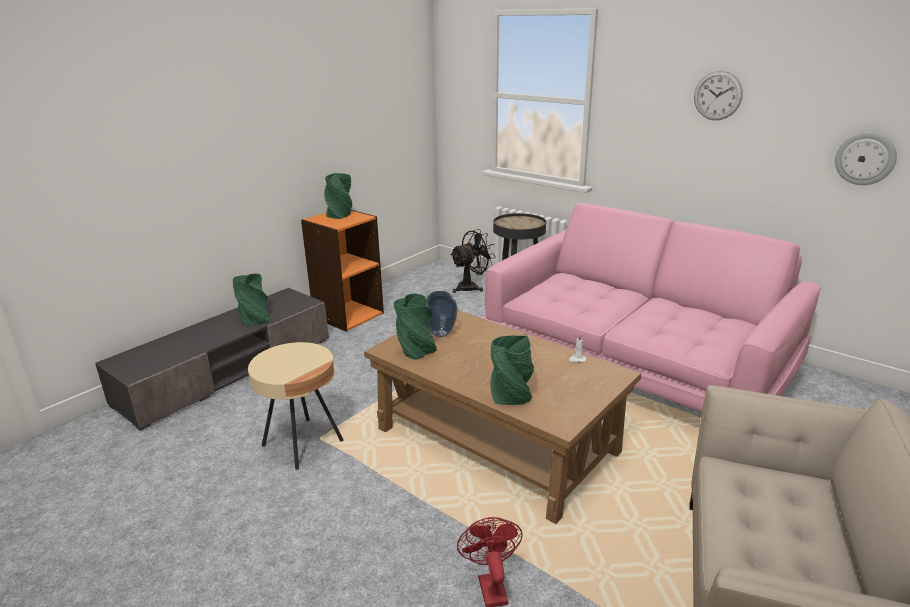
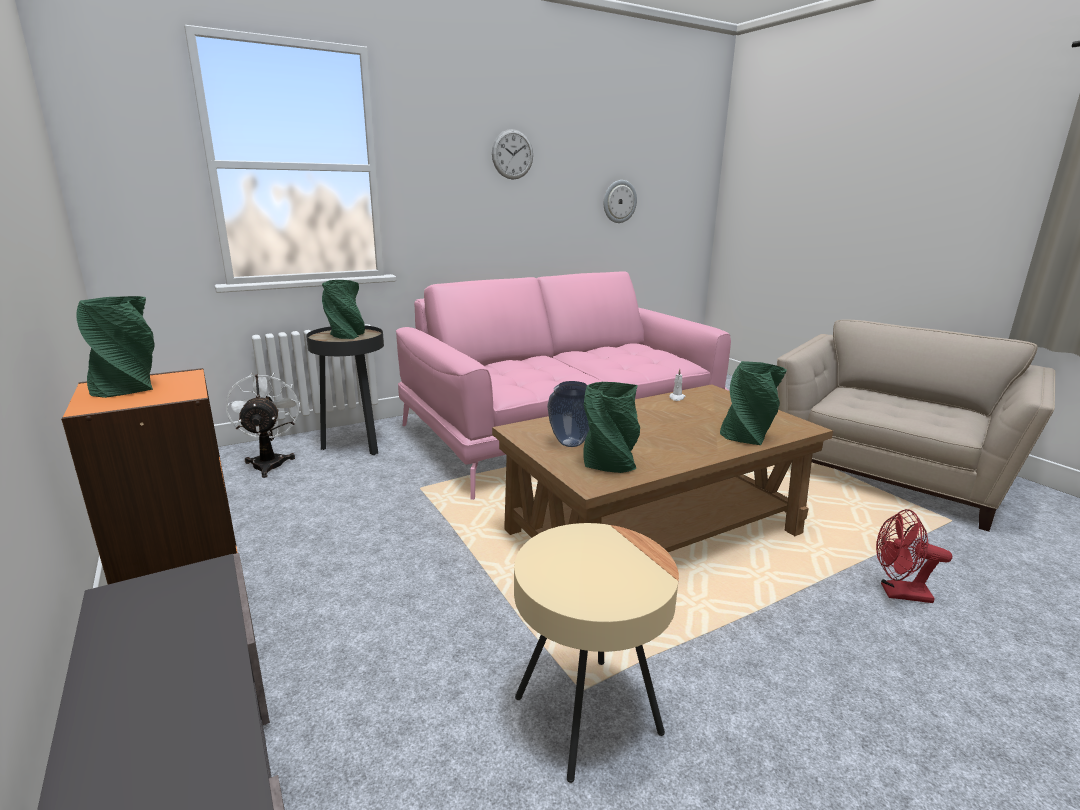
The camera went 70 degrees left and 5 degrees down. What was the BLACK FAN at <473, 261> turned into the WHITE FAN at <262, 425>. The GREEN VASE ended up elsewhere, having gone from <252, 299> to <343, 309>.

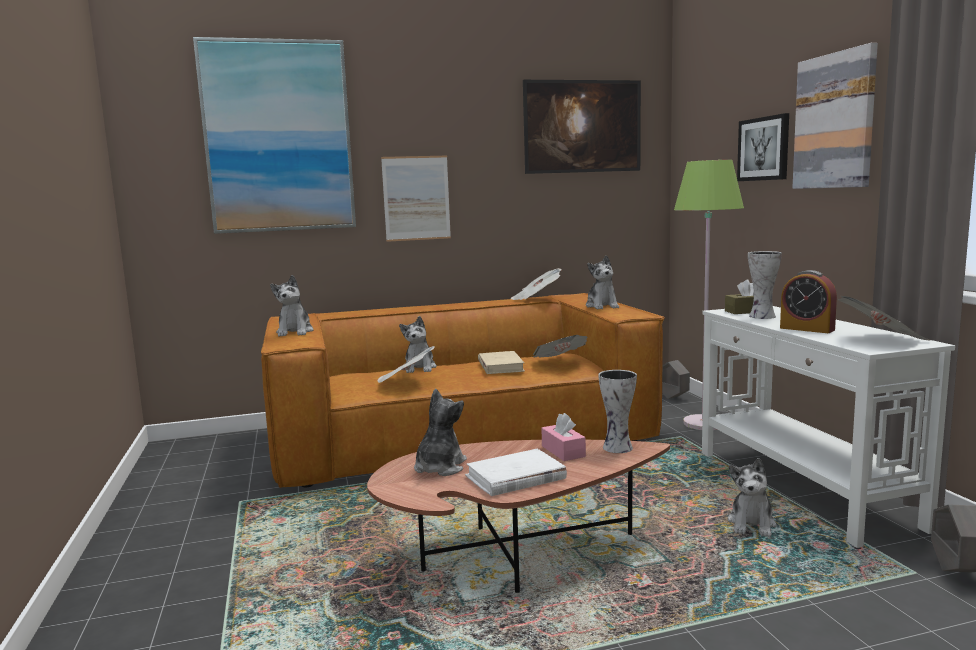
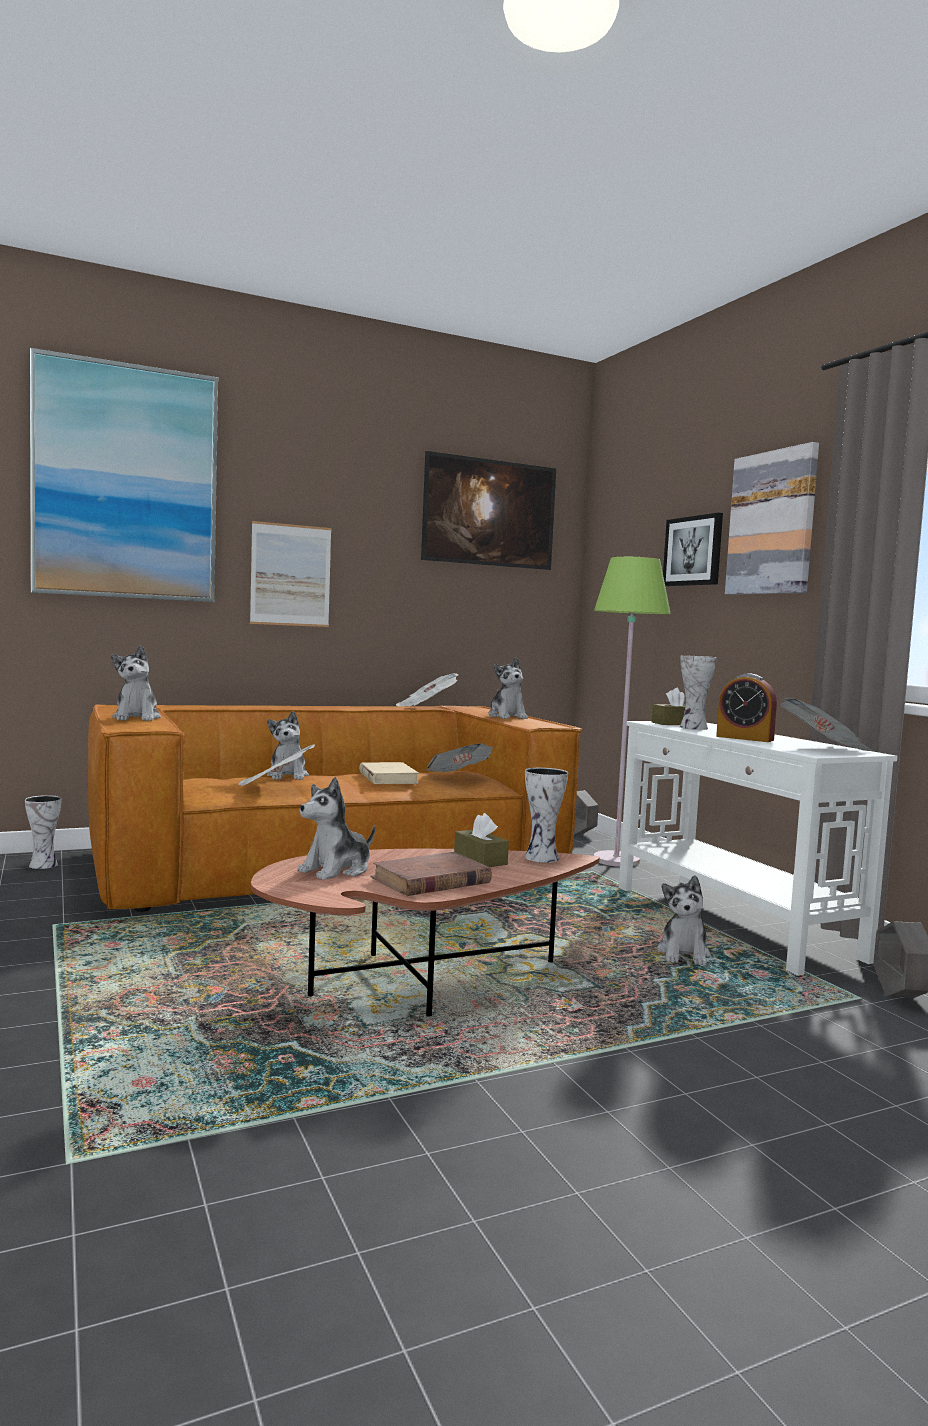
The camera went 10 degrees left and 5 degrees down. The second view gained the VASE at <43, 832>. The PLUSH TOY at <440, 432> ended up facing another way, 150 degrees counterclockwise from before. What was the WHITE BOOK at <516, 472> turned into the BROWN BOOK at <431, 874>. What was the PINK TISSUE BOX at <563, 437> turned into the BROWN TISSUE BOX at <481, 840>.

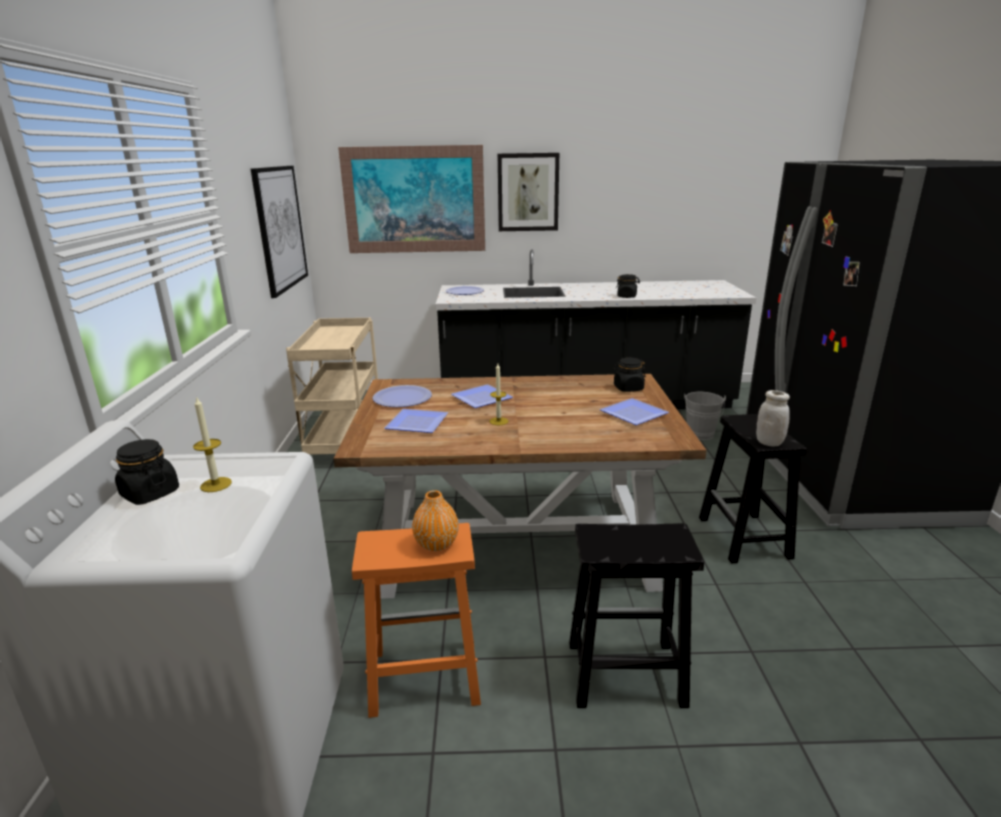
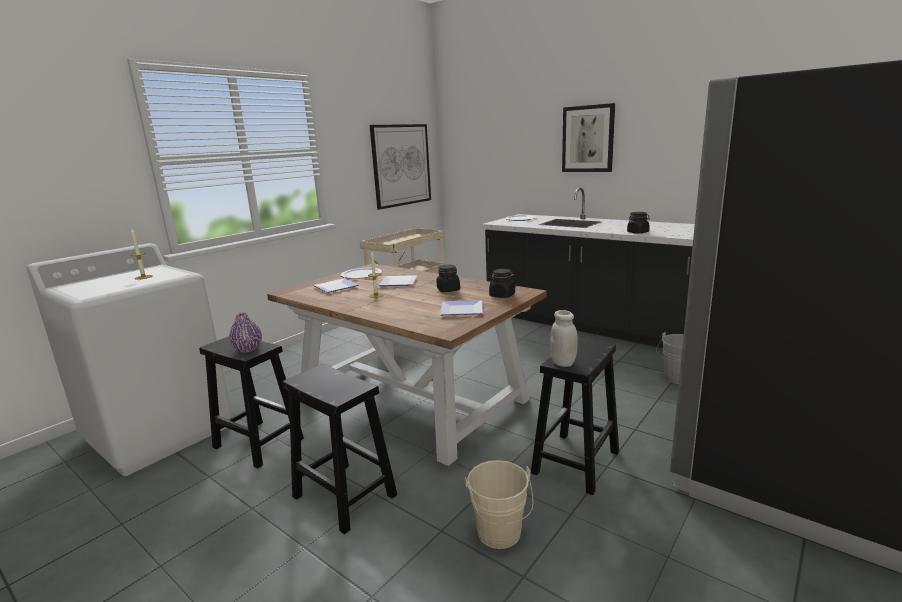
The camera went 40 degrees right and 5 degrees down. What was the ORANGE STOOL at <416, 620> turned into the BLACK STOOL at <251, 402>. What was the ORANGE VASE at <435, 520> turned into the PURPLE VASE at <245, 332>. The BLACK JAR ended up elsewhere, having gone from <147, 472> to <448, 278>. The second view gained the BEIGE BUCKET at <499, 504>. The second view lost the PICTURE at <411, 199>.

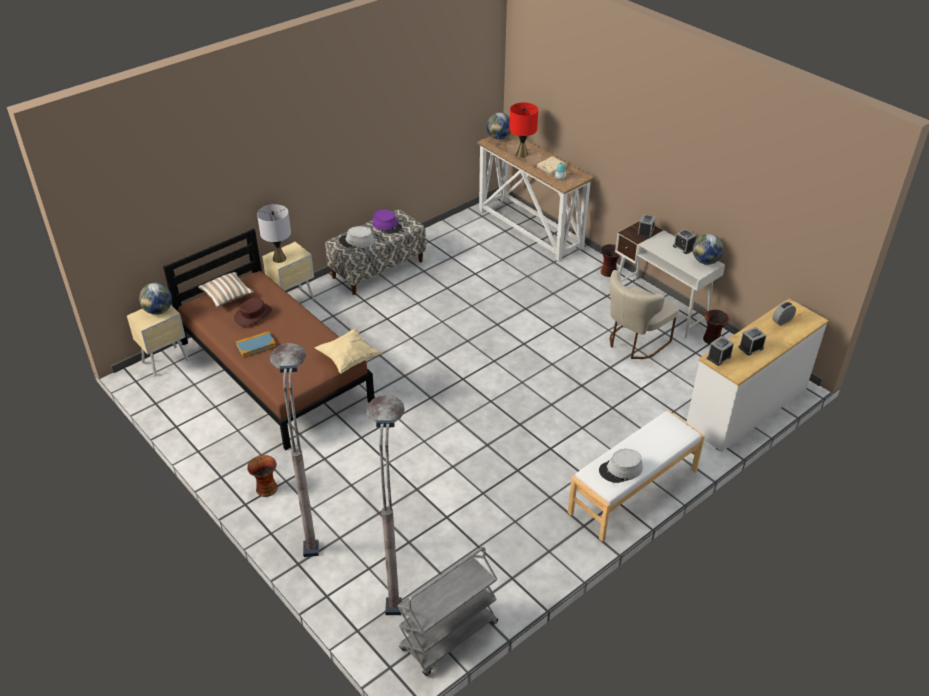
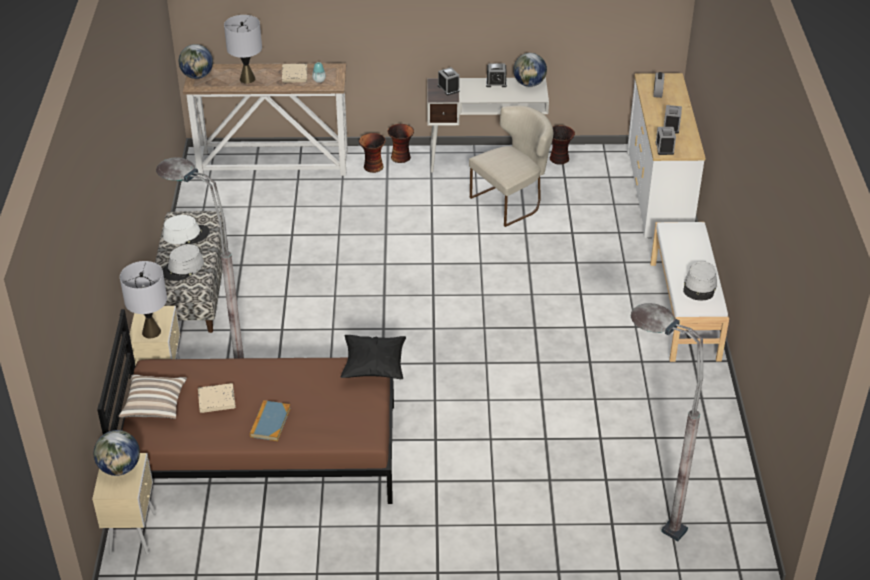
The camera went 50 degrees left and 0 degrees up. The GREY FLOOR LAMP ended up elsewhere, having gone from <294, 450> to <200, 257>. What was the PURPLE HAT at <387, 221> turned into the WHITE HAT at <186, 229>. Where the BROWN HAT stood at <253, 311>, the BEIGE BOOK came to stand at <217, 398>. What was the RED TABLE LAMP at <523, 130> turned into the GREY TABLE LAMP at <243, 49>. What was the BEIGE PILLOW at <348, 350> turned into the BLACK PILLOW at <373, 357>. The VASE ended up elsewhere, having gone from <262, 476> to <372, 153>. The BEIGE CHAIR at <644, 314> ended up facing another way, 120 degrees counterclockwise from before. The second view lost the GREY CART at <448, 611>.

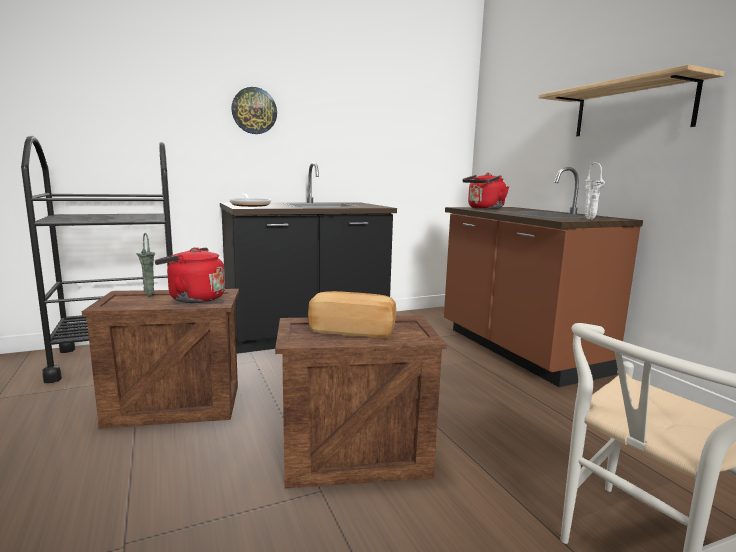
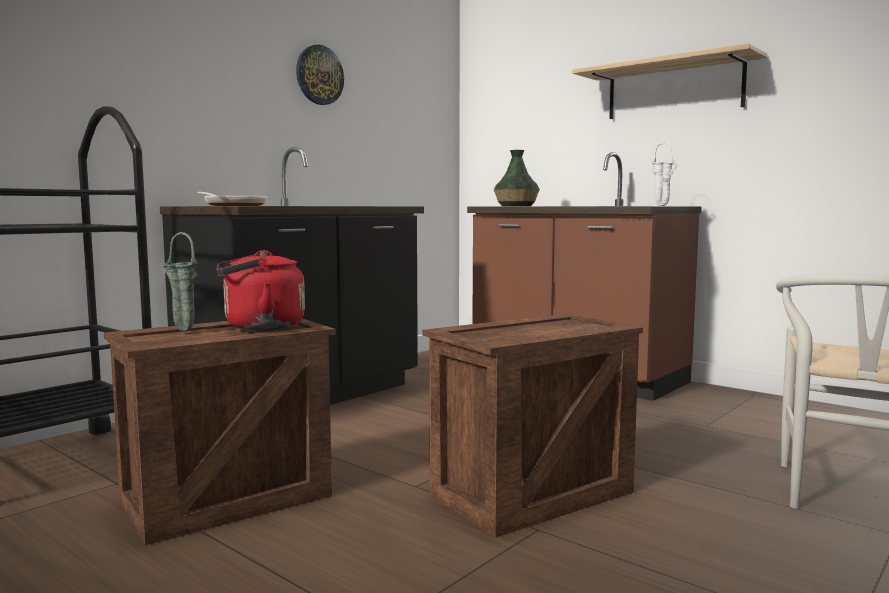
The camera went 25 degrees left and 5 degrees down. The WALL CLOCK ended up elsewhere, having gone from <254, 110> to <320, 75>. Where the RED KETTLE stood at <486, 191>, the VASE came to stand at <517, 178>. The second view lost the BREAD at <352, 314>.

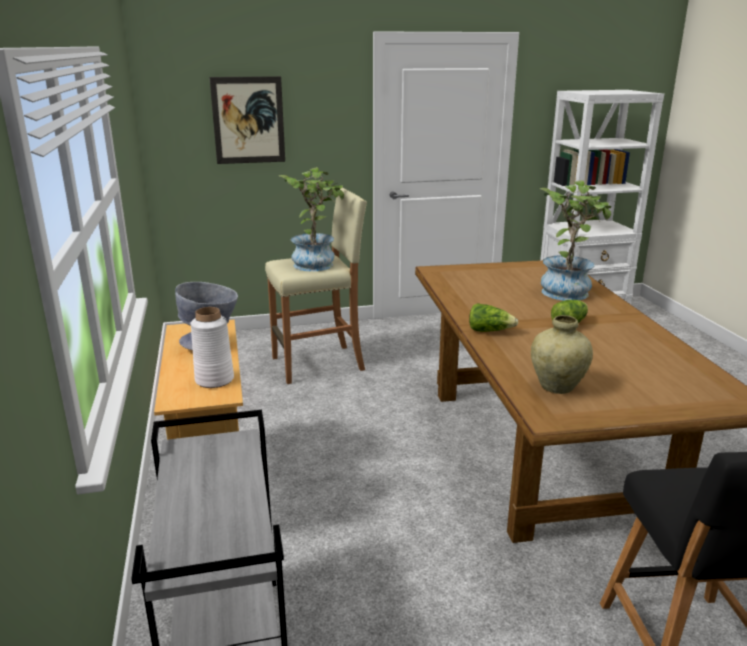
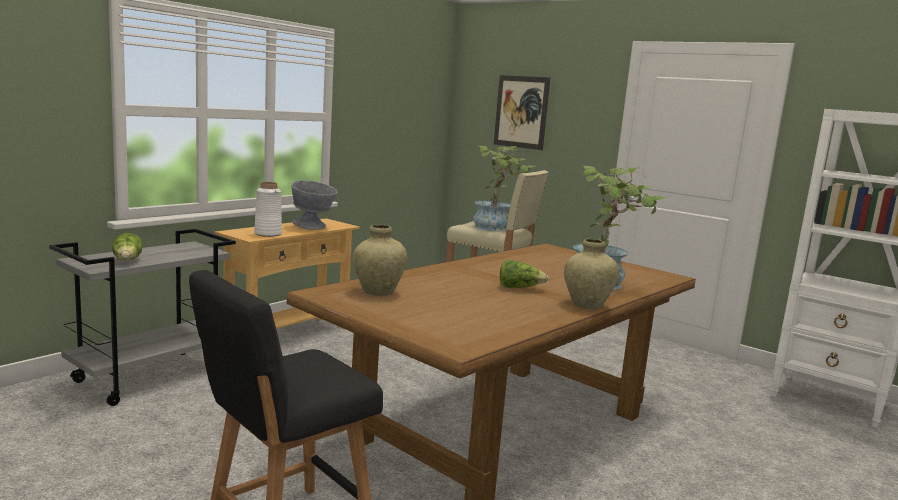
The camera went 50 degrees right and 10 degrees down. The LETTUCE ended up elsewhere, having gone from <494, 317> to <127, 246>. The second view gained the BEIGE VASE at <591, 274>.

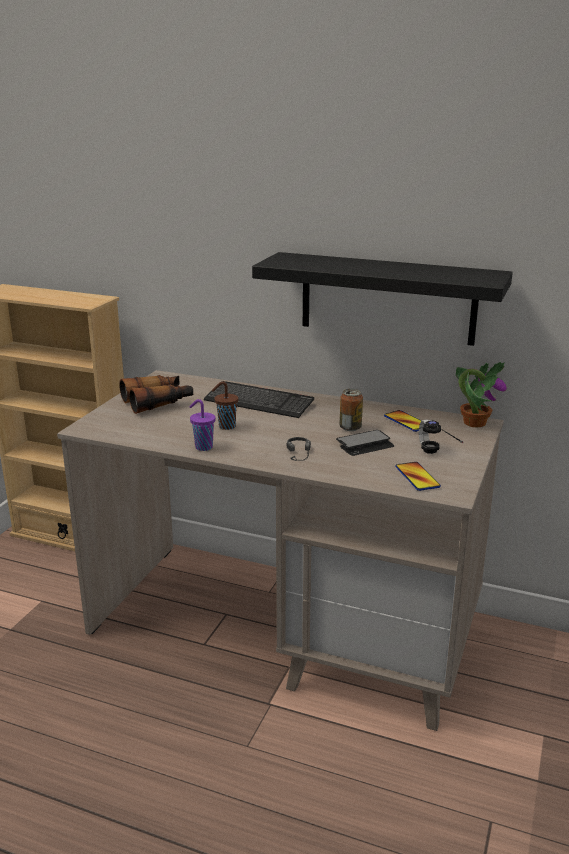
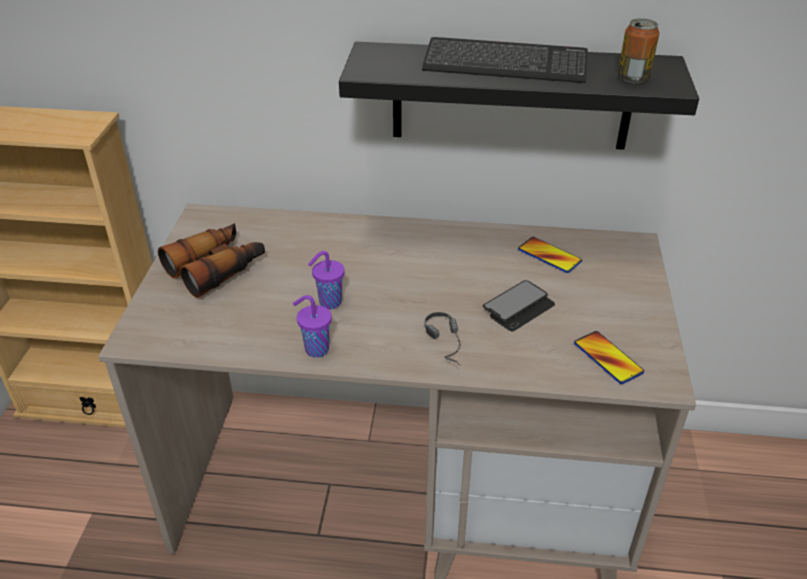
The camera went 15 degrees left and 15 degrees up. What was the BROWN CUP at <225, 405> turned into the PURPLE CUP at <326, 280>. The KEYBOARD ended up elsewhere, having gone from <259, 399> to <505, 60>. The CAN ended up elsewhere, having gone from <351, 410> to <638, 50>. The second view lost the HEADPHONES at <438, 437>. The second view lost the POTTED PLANT at <481, 394>.

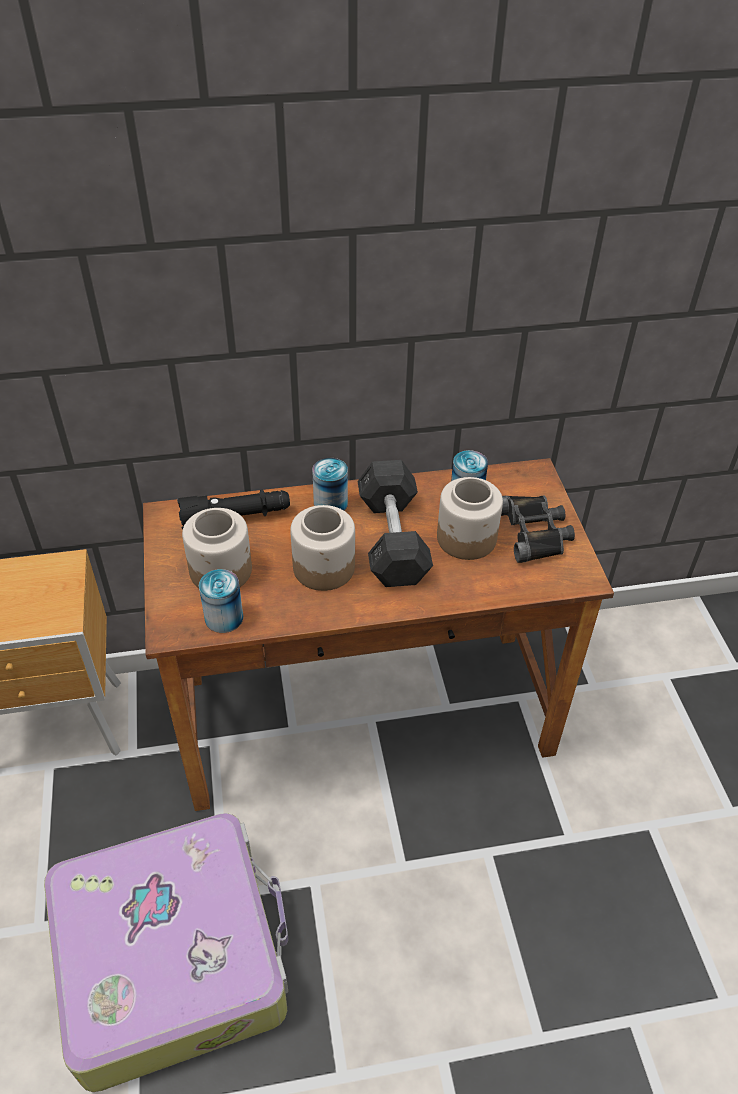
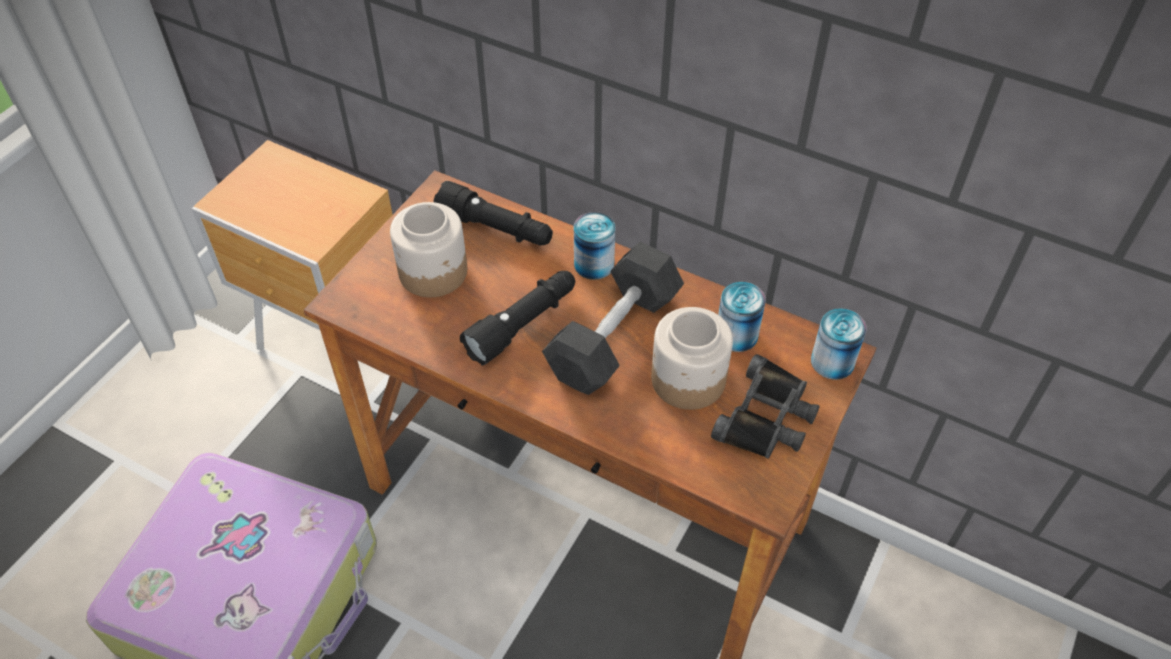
The camera went 40 degrees right and 5 degrees up. Where the JAR stood at <322, 548>, the BLACK FLASHLIGHT came to stand at <517, 318>. The CAN ended up elsewhere, having gone from <221, 601> to <838, 344>.

